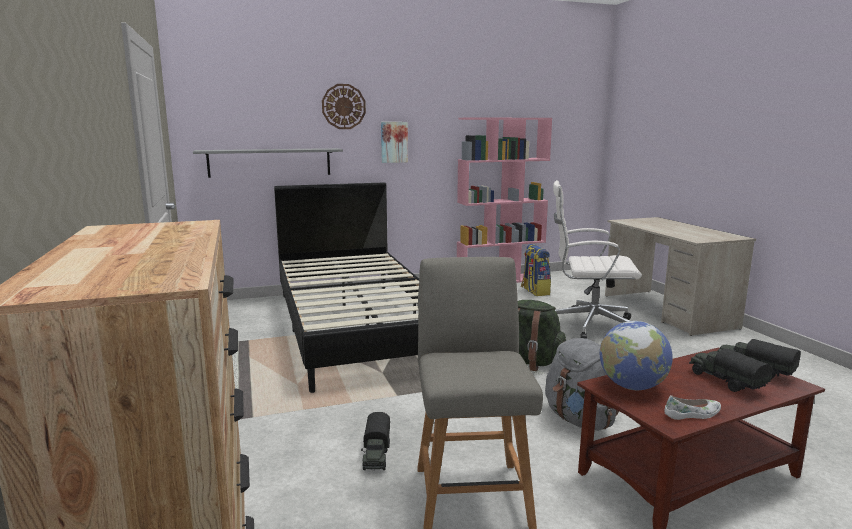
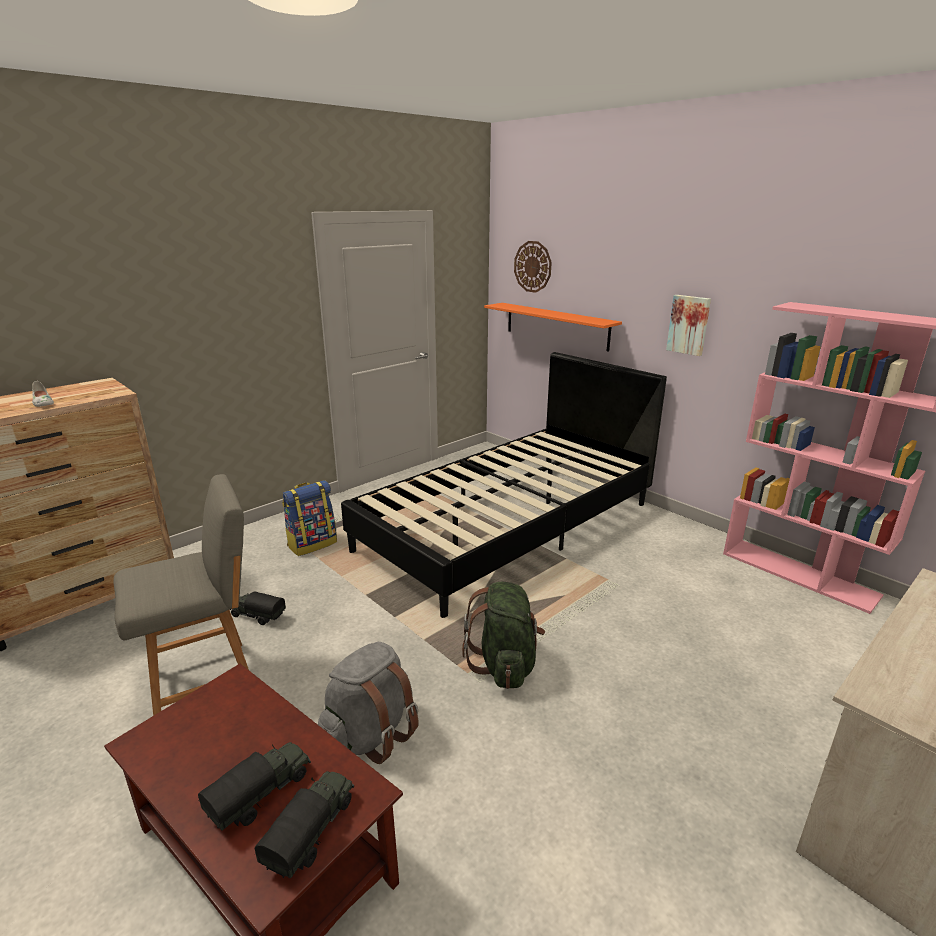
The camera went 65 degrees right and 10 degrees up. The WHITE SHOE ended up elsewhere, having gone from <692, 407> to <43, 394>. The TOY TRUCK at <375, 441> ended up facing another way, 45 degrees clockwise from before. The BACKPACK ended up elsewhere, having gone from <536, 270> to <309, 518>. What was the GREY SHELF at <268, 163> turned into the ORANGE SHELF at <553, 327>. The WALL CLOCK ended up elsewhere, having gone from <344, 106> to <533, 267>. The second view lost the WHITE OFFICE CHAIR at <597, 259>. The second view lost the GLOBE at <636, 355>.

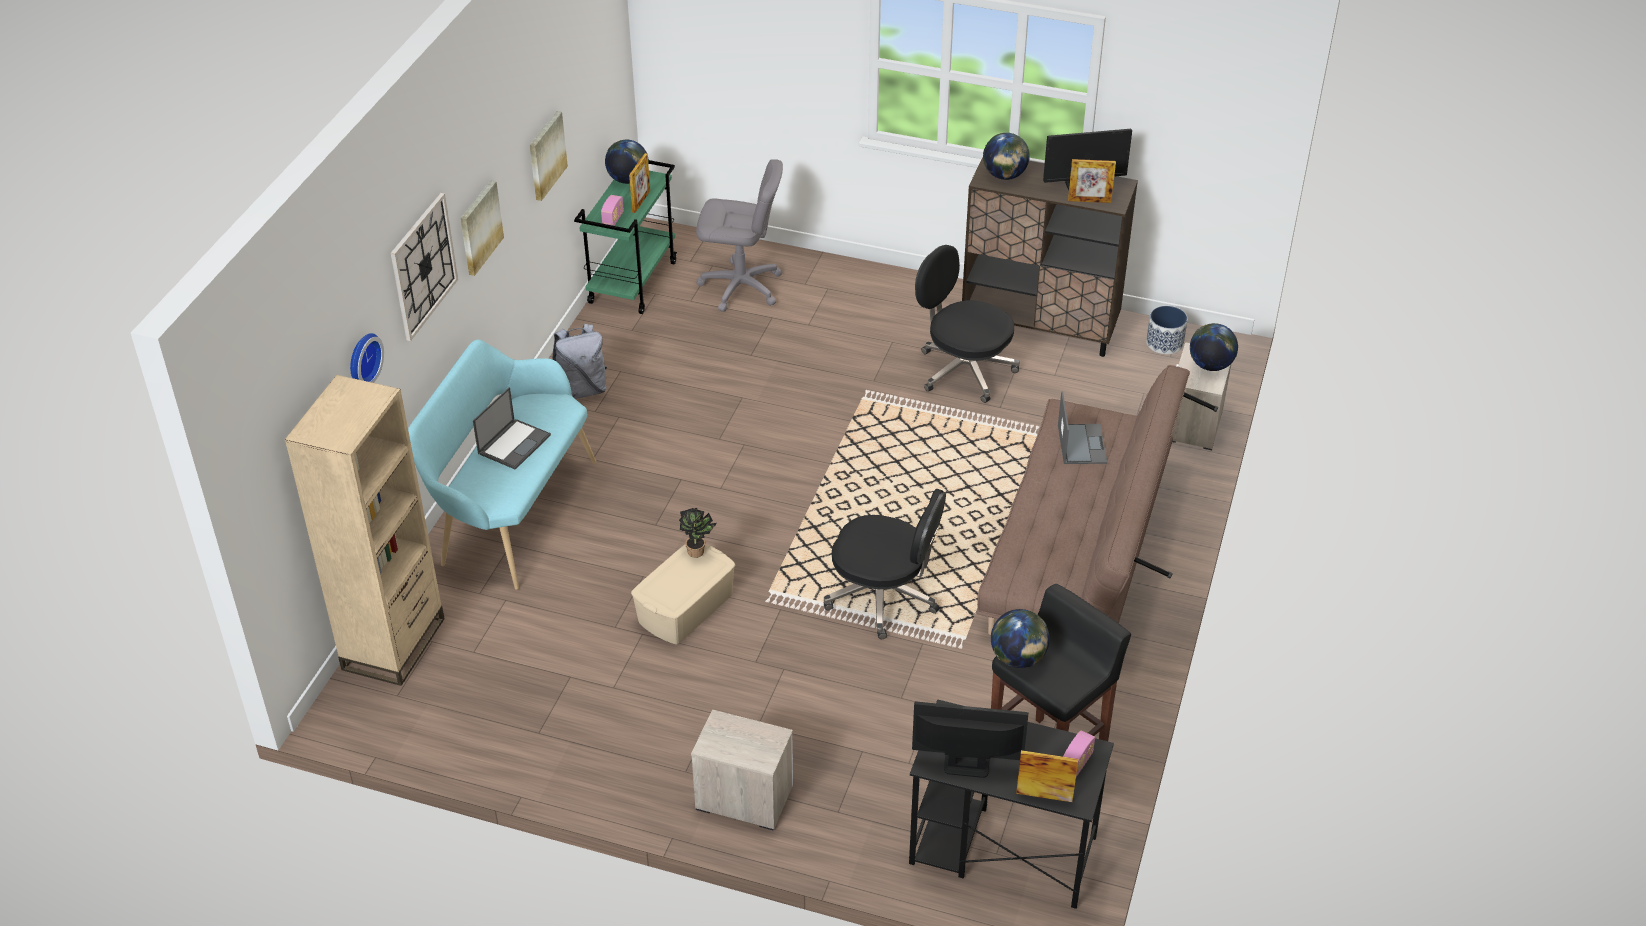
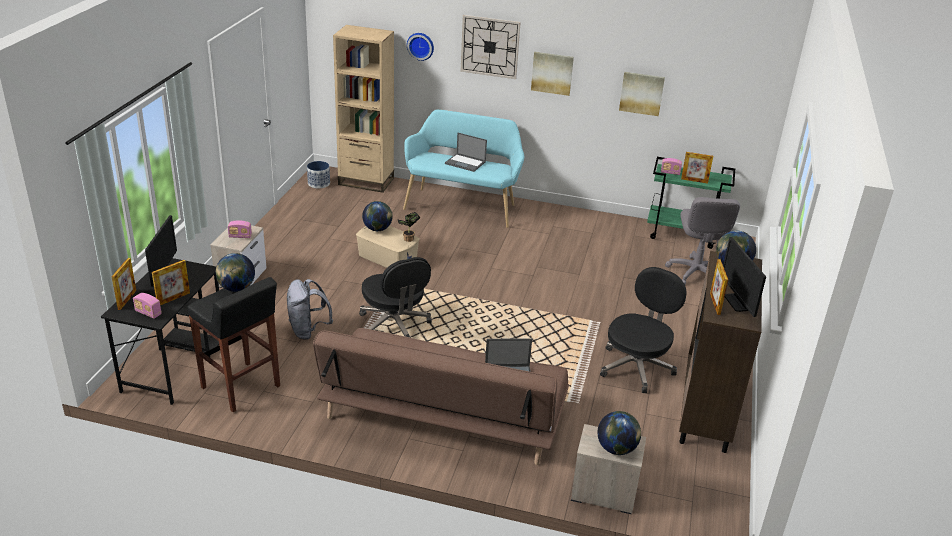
The camera went 85 degrees right and 10 degrees down. The second view gained the PICTURE FRAME at <171, 282>. The second view gained the RADIO at <240, 229>. The GREY BACKPACK ended up elsewhere, having gone from <579, 361> to <310, 309>. The PLANTER ended up elsewhere, having gone from <1167, 330> to <318, 175>. The BLACK OFFICE CHAIR at <885, 564> ended up facing another way, 45 degrees counterclockwise from before. The GLOBE ended up elsewhere, having gone from <627, 162> to <377, 216>.

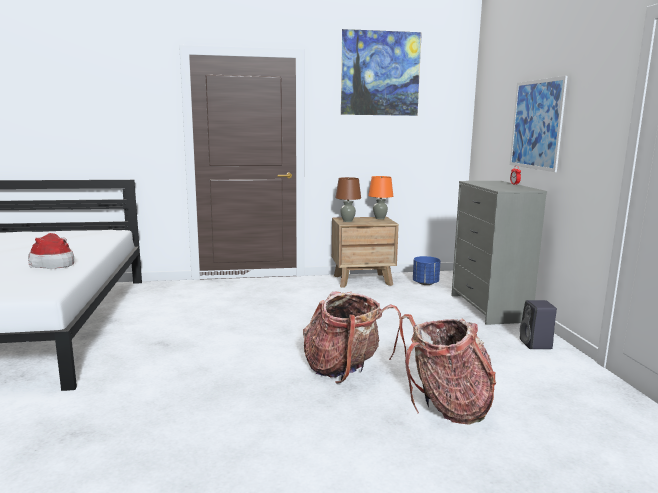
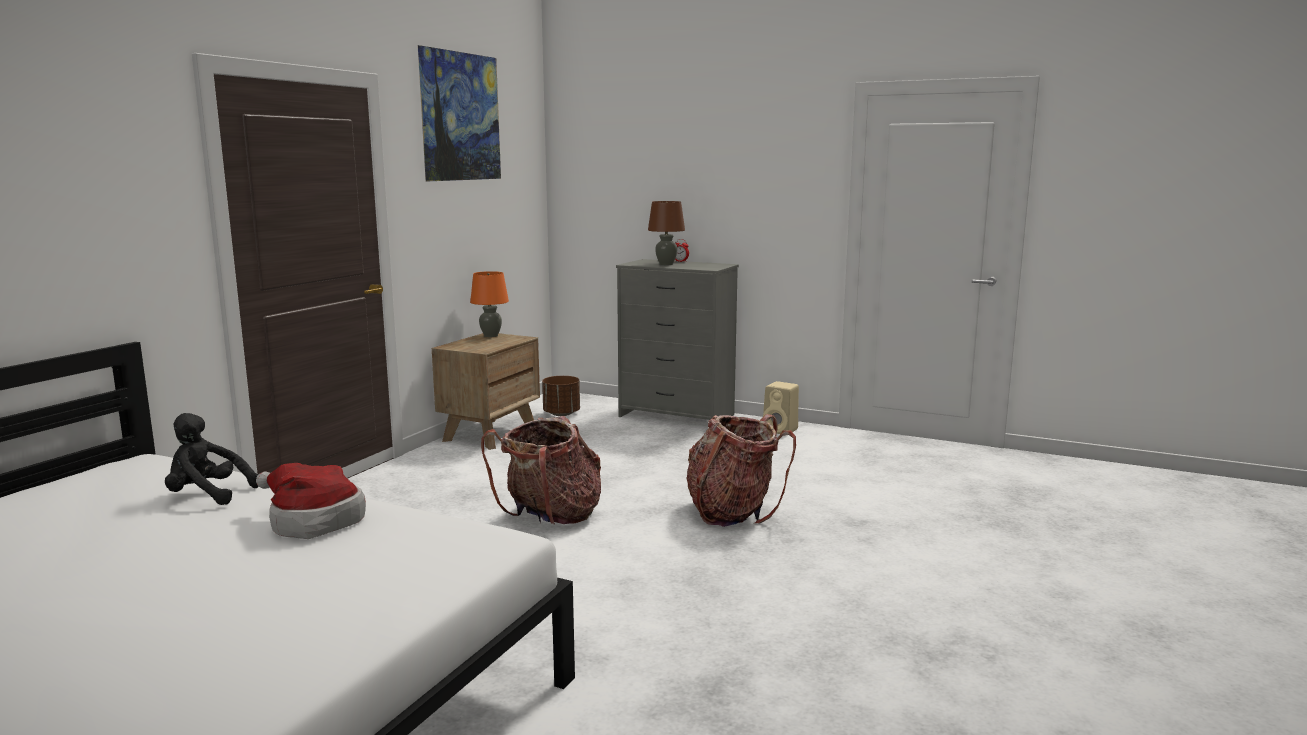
The camera went 55 degrees left and 0 degrees up. The second view gained the BLACK PLUSH TOY at <212, 459>. The BACKPACK ended up elsewhere, having gone from <447, 369> to <541, 470>. What was the BLUE PLANTER at <427, 270> turned into the BROWN PLANTER at <561, 396>. The BROWN TABLE LAMP ended up elsewhere, having gone from <348, 199> to <666, 233>. What was the BLACK SPEAKER at <538, 324> turned into the BEIGE SPEAKER at <781, 407>. The second view lost the PICTURE at <539, 124>.

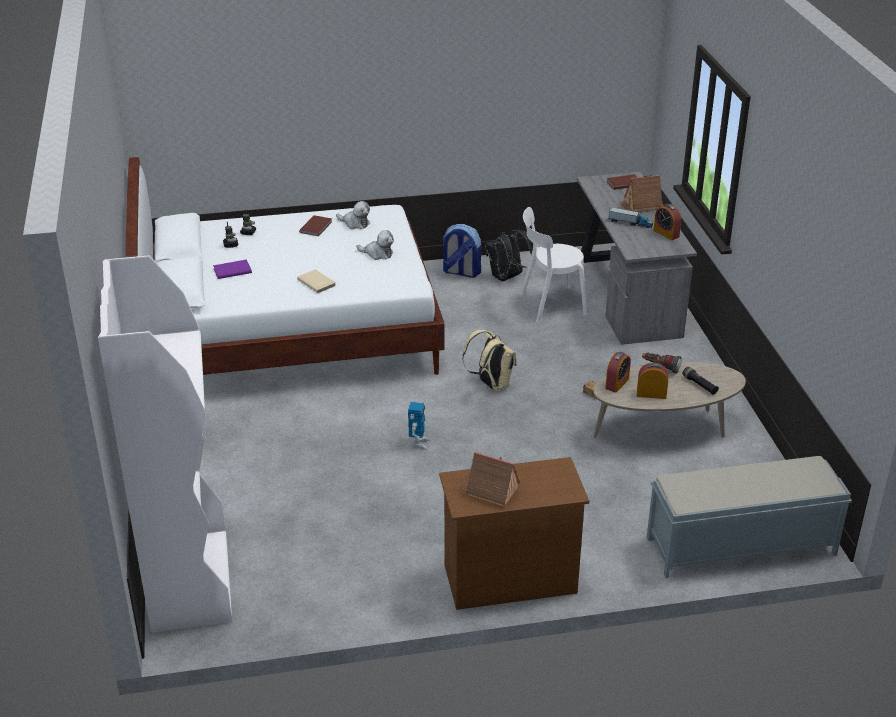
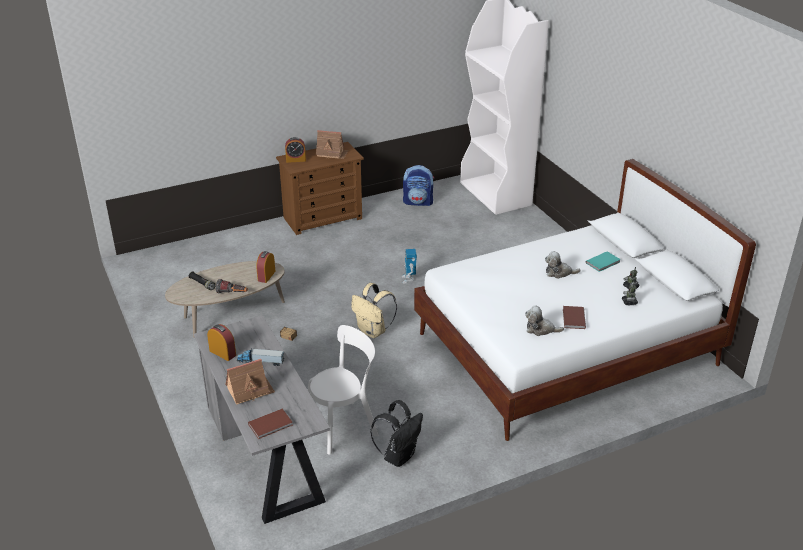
The camera went 165 degrees right and 0 degrees up. The ALARM CLOCK ended up elsewhere, having gone from <652, 381> to <295, 150>. The BACKPACK ended up elsewhere, having gone from <461, 251> to <418, 185>. The PLUSH TOY ended up elsewhere, having gone from <375, 245> to <563, 265>. What was the PURPLE BOOK at <232, 269> turned into the TURQUOISE BOOK at <603, 261>. The second view lost the BEIGE BOOK at <316, 281>. The second view lost the GREY BENCH at <749, 517>.

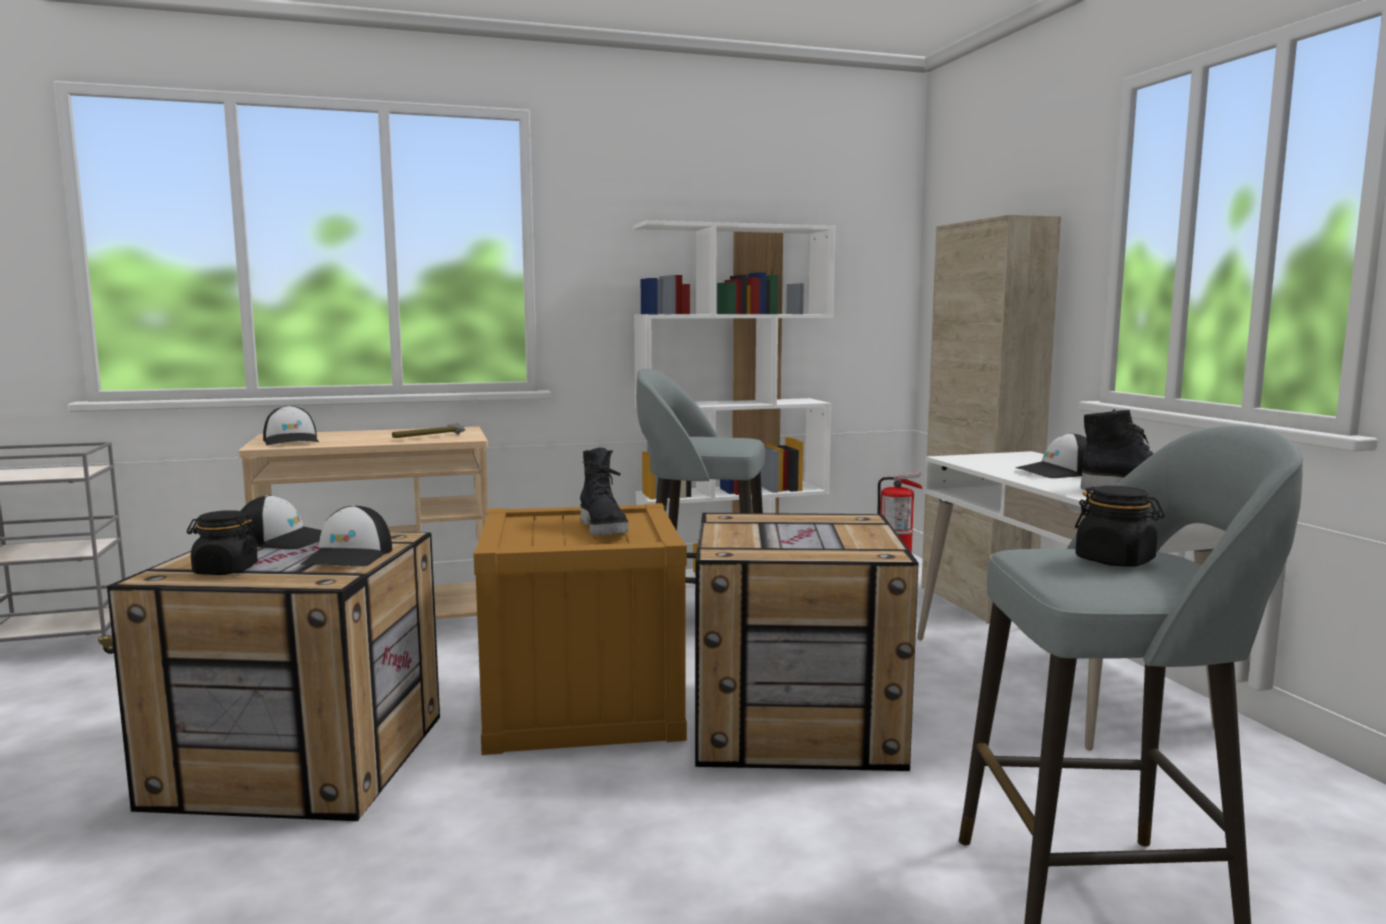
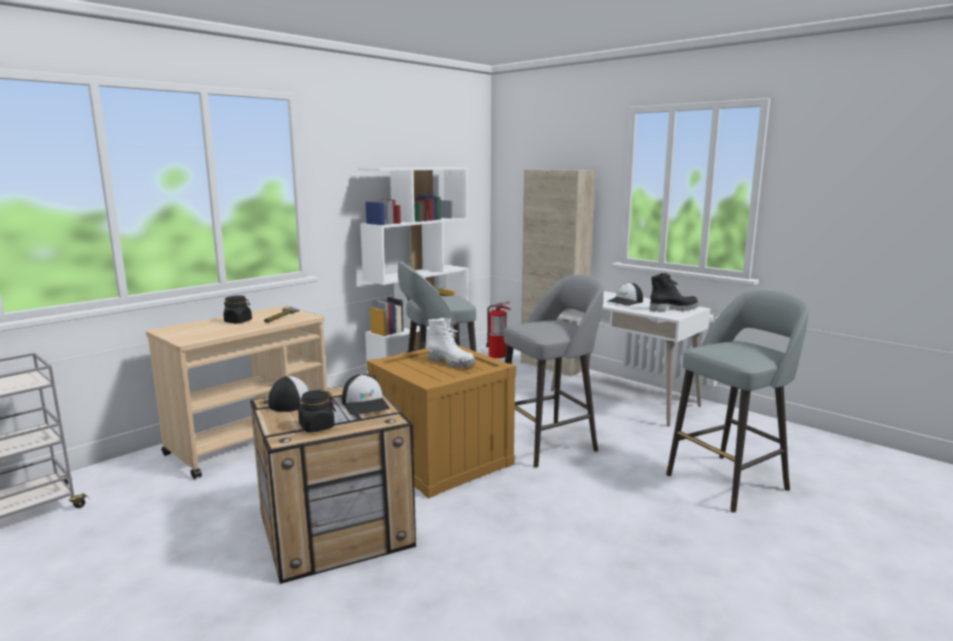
The camera went 30 degrees left and 5 degrees up. The BLACK JAR ended up elsewhere, having gone from <1120, 526> to <237, 309>. What was the BLACK BOOT at <604, 491> turned into the WHITE BOOT at <451, 343>. Where the CRATE stood at <807, 642>, the GREY STOOL came to stand at <554, 371>. The second view lost the CAP at <291, 425>.

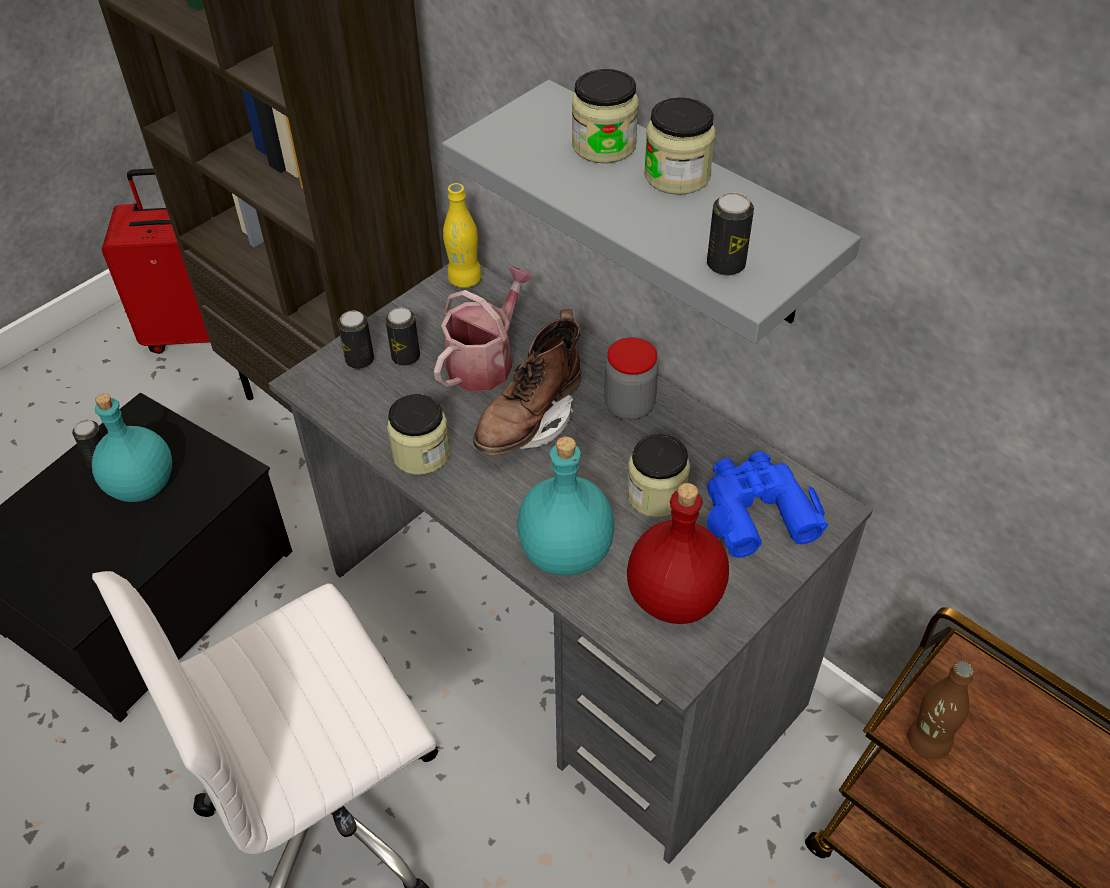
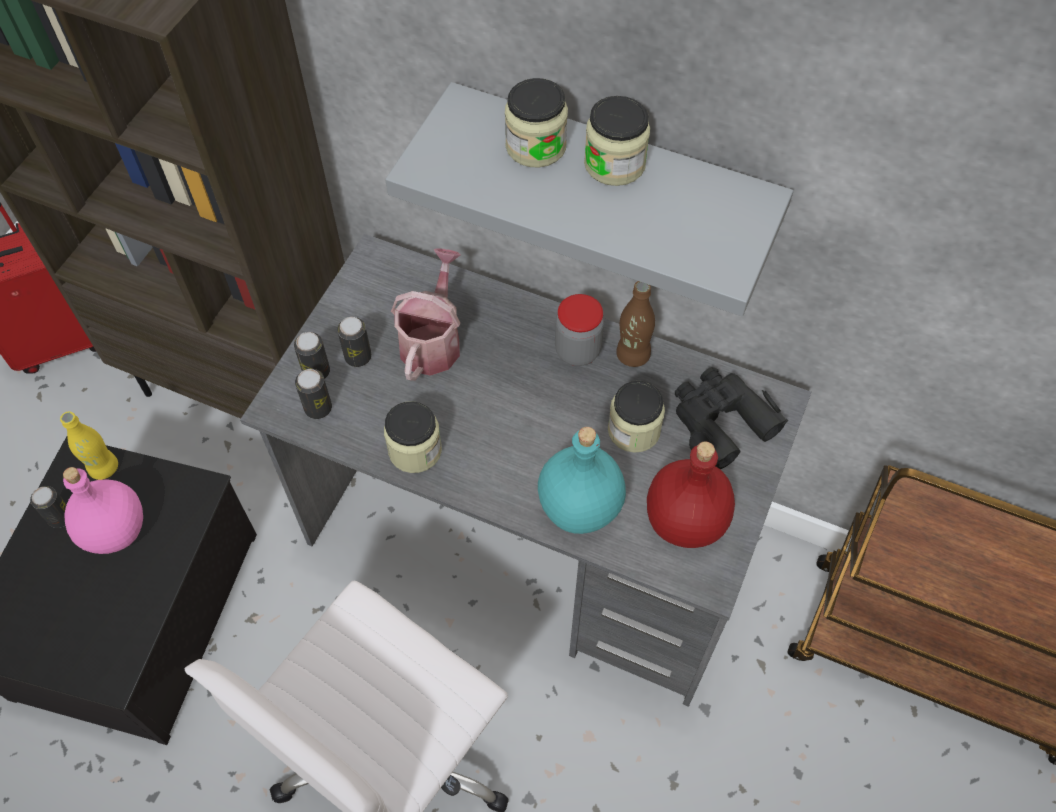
The camera went 20 degrees left and 10 degrees up. The YELLOW BOTTLE ended up elsewhere, having gone from <462, 235> to <89, 445>. What was the TURQUOISE BOTTLE at <132, 447> turned into the PINK BOTTLE at <103, 510>. The CAN ended up elsewhere, having gone from <730, 234> to <313, 394>. The BROWN BOTTLE ended up elsewhere, having gone from <941, 709> to <635, 324>. What was the BLUE BINOCULARS at <767, 505> turned into the BLACK BINOCULARS at <731, 418>. The second view lost the BROWN BOOT at <527, 382>.

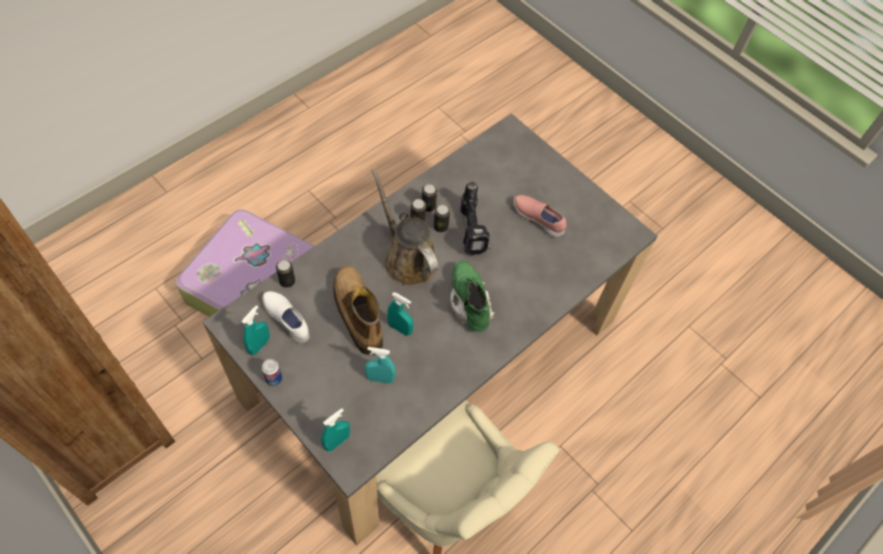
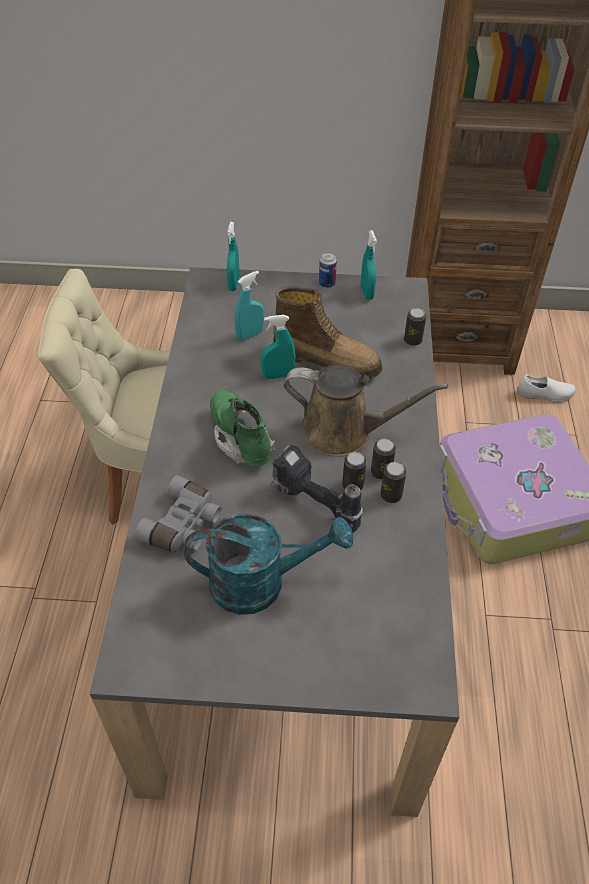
The camera went 140 degrees right and 10 degrees down. The second view gained the GREY BINOCULARS at <178, 513>. Where the PINK SHOE stood at <540, 216>, the TURQUOISE WATERING CAN came to stand at <268, 564>. The GREEN BOOT at <472, 296> ended up facing another way, 150 degrees counterclockwise from before. The WHITE SHOE ended up elsewhere, having gone from <286, 317> to <546, 388>.

